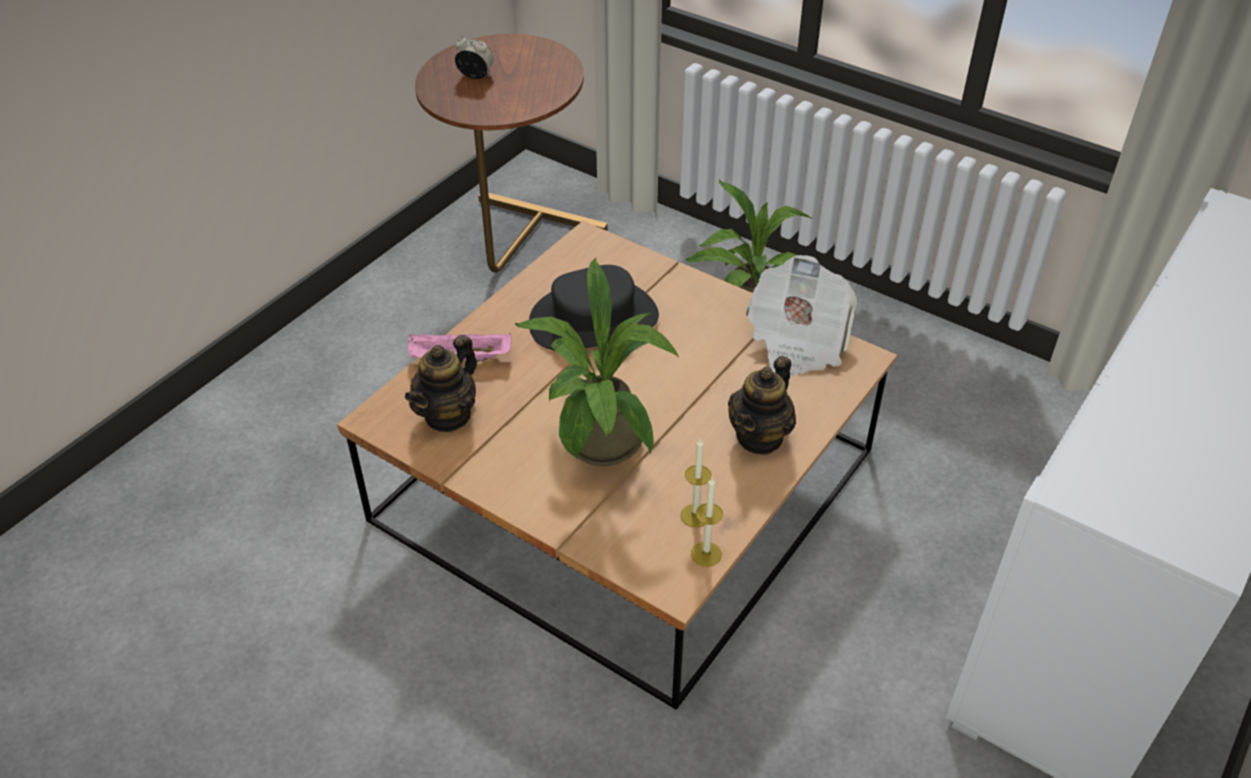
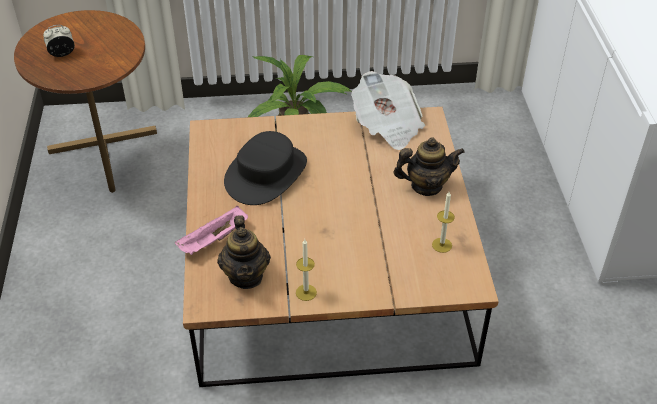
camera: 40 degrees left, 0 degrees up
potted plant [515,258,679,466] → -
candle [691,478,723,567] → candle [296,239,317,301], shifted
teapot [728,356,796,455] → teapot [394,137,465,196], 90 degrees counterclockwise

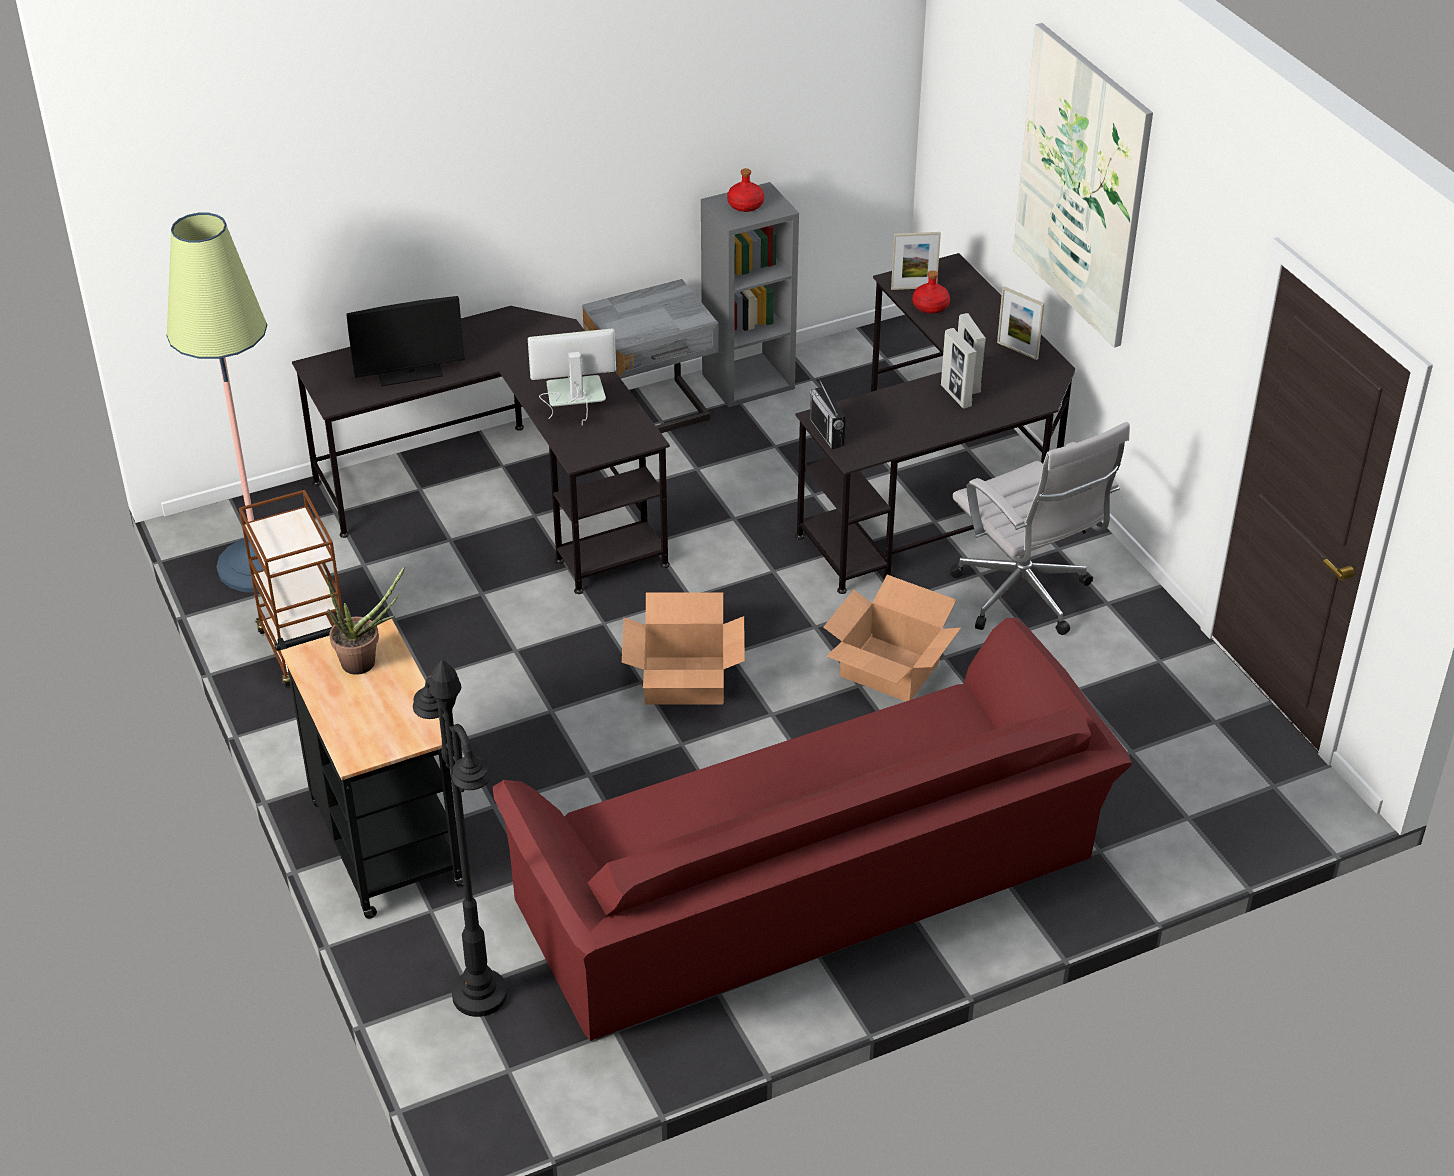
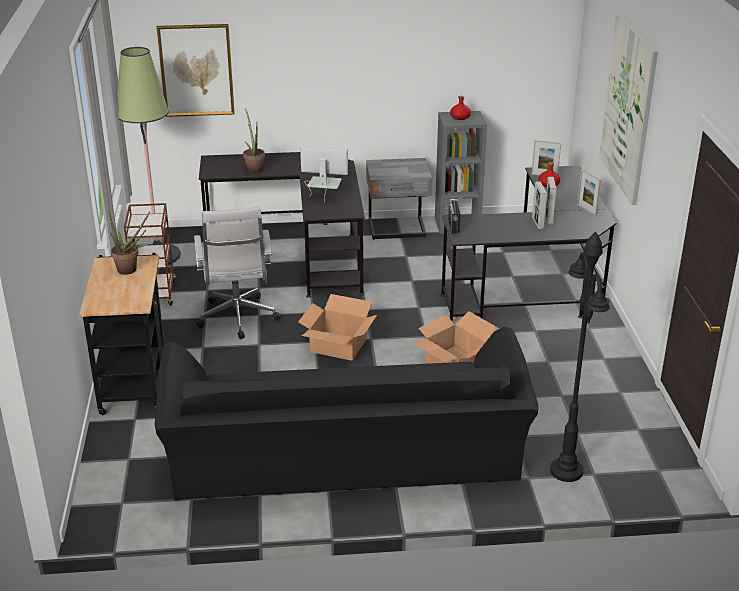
camera: 20 degrees right, 10 degrees down
monitor [346,296,465,387] → potted plant [243,108,265,173]
black floor lamp [413,660,507,1017] → black floor lamp [550,231,610,482], shifted
red sofa [493,618,1132,1041] → black sofa [155,327,538,500]
white office chair [950,422,1130,635] → white office chair [194,207,280,339], shifted
- → picture [157,24,235,117]

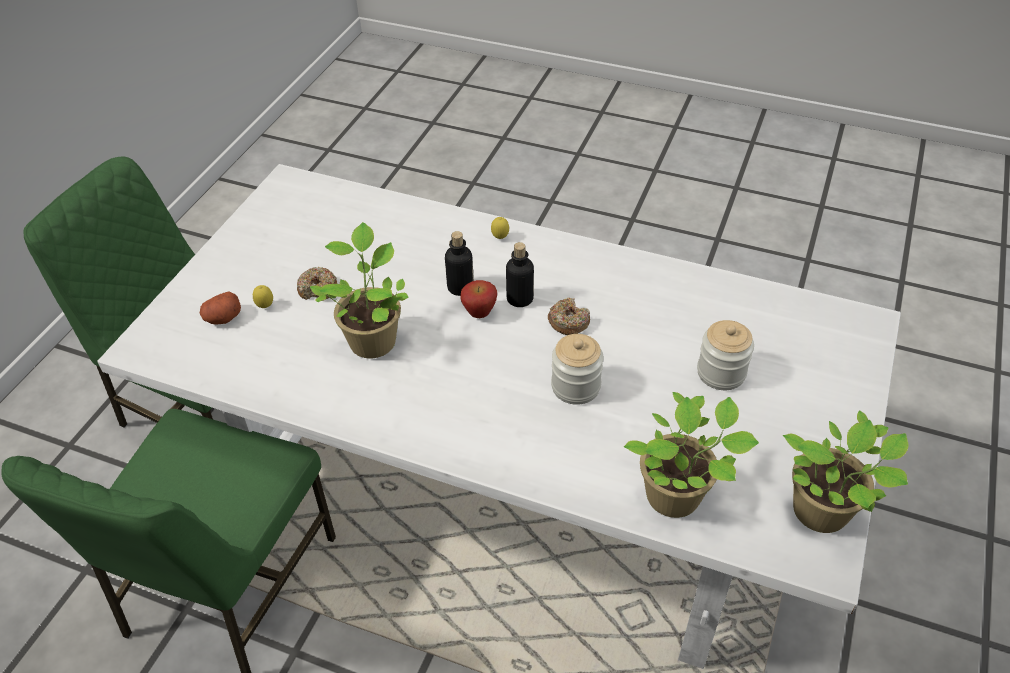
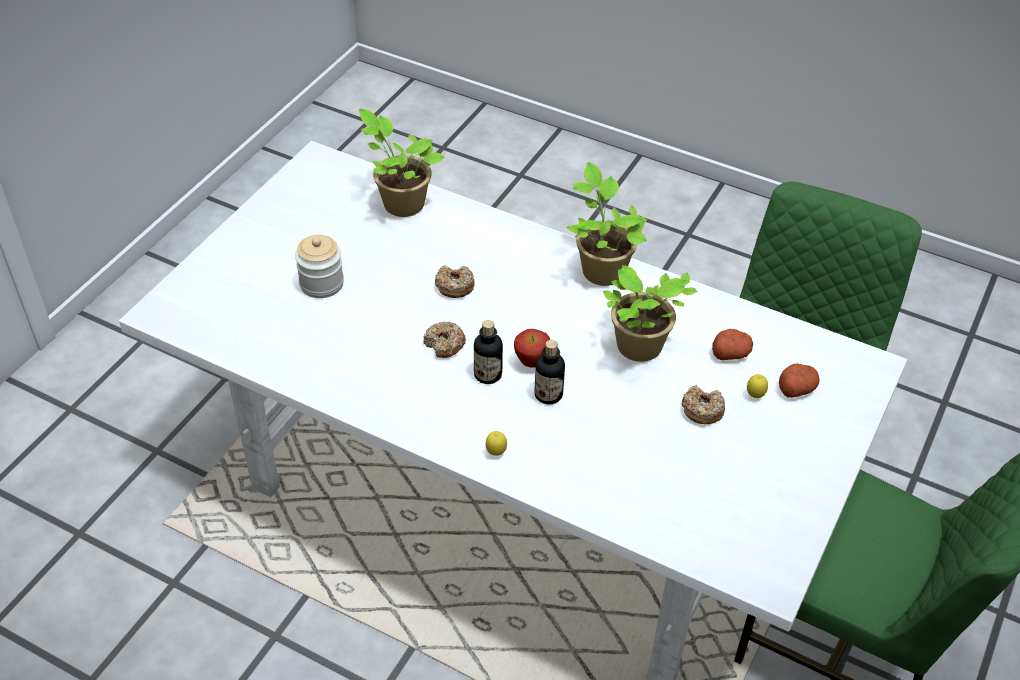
camera: 175 degrees left, 0 degrees up
jar [551,334,604,405] → donut [435,265,475,298]
potted plant [783,410,908,533] → potted plant [566,162,647,286], shifted
- → potato [712,329,753,360]

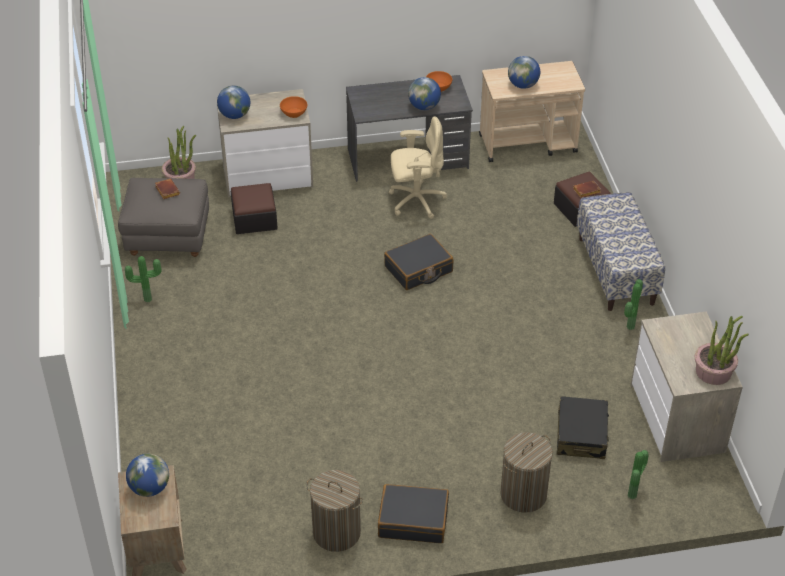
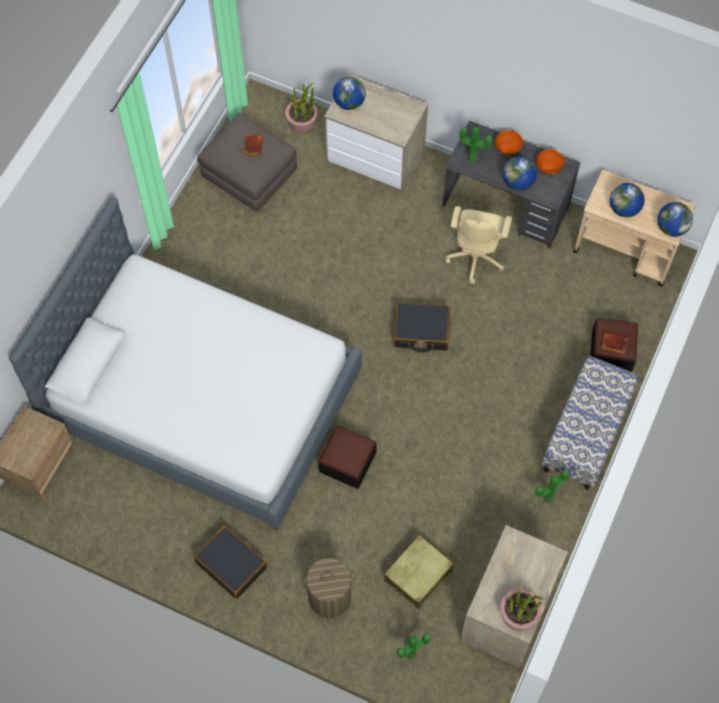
camera: 35 degrees right, 20 degrees up
potted plant [125,256,162,302] → potted plant [459,127,492,163], shifted
globe [126,454,169,497] → globe [658,202,693,237], shifted
ottoman [231,183,278,234] → ottoman [318,426,377,489], shifted
orange bowl [280,96,307,118] → orange bowl [495,130,523,155], shifted
laundry basket [306,470,363,552] → -
beige office chair [389,116,447,219] → beige office chair [446,206,512,284], 75 degrees clockwise
black suitcase [557,396,609,459] → beige suitcase [384,535,454,609]
- → bed [9,197,362,530]

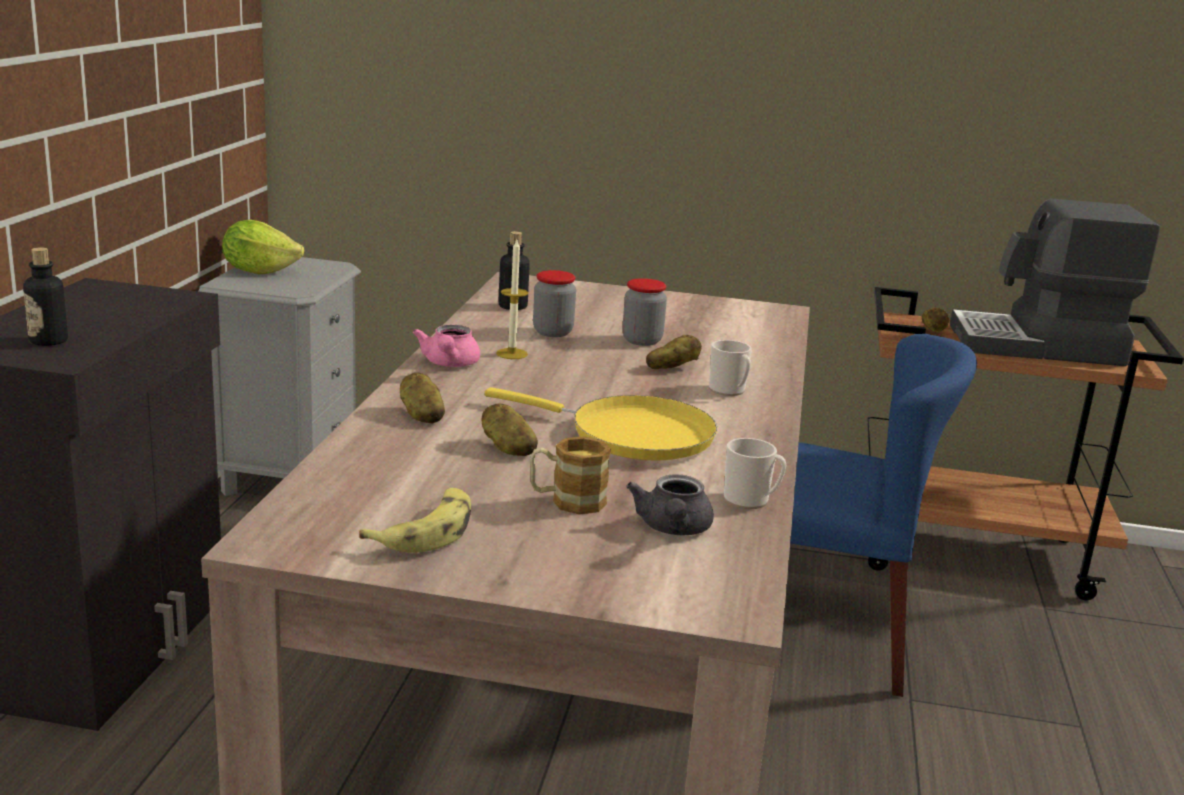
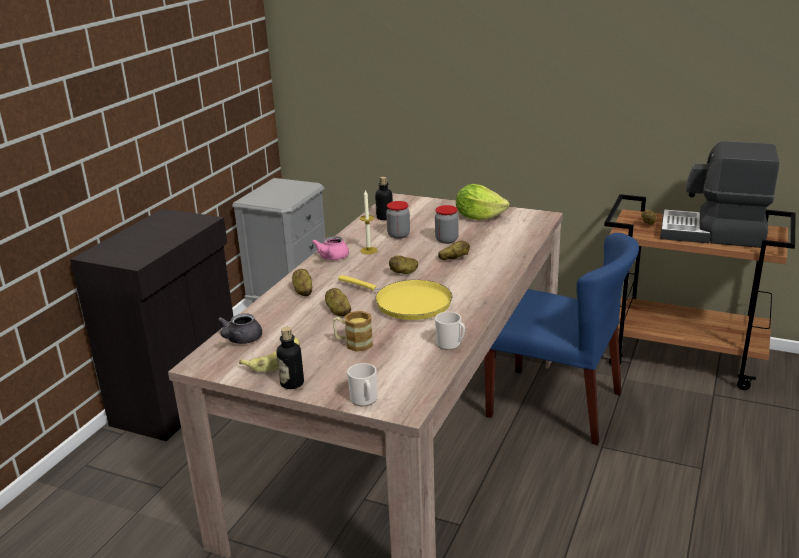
camera: 15 degrees right, 5 degrees up
bottle [23,247,68,346] → bottle [276,327,304,389], shifted
lettuce [222,220,304,275] → lettuce [456,184,509,220], shifted
grey teapot [626,474,714,535] → grey teapot [218,313,262,344], shifted
mug [709,340,752,396] → mug [347,363,377,406], shifted
- → potato [389,255,418,274]

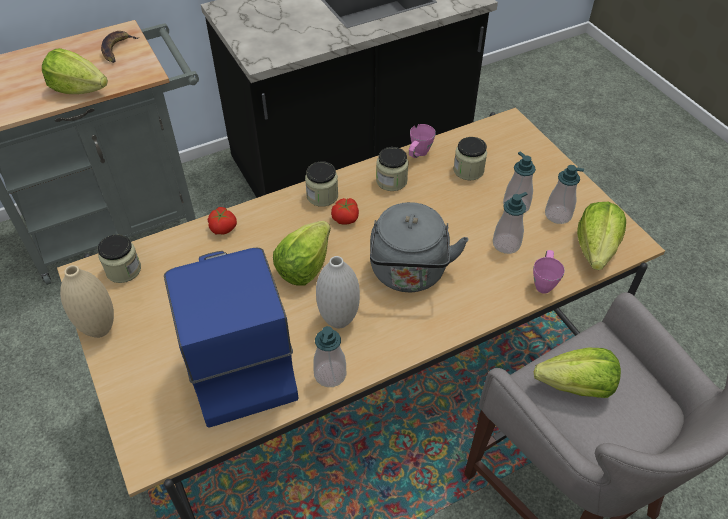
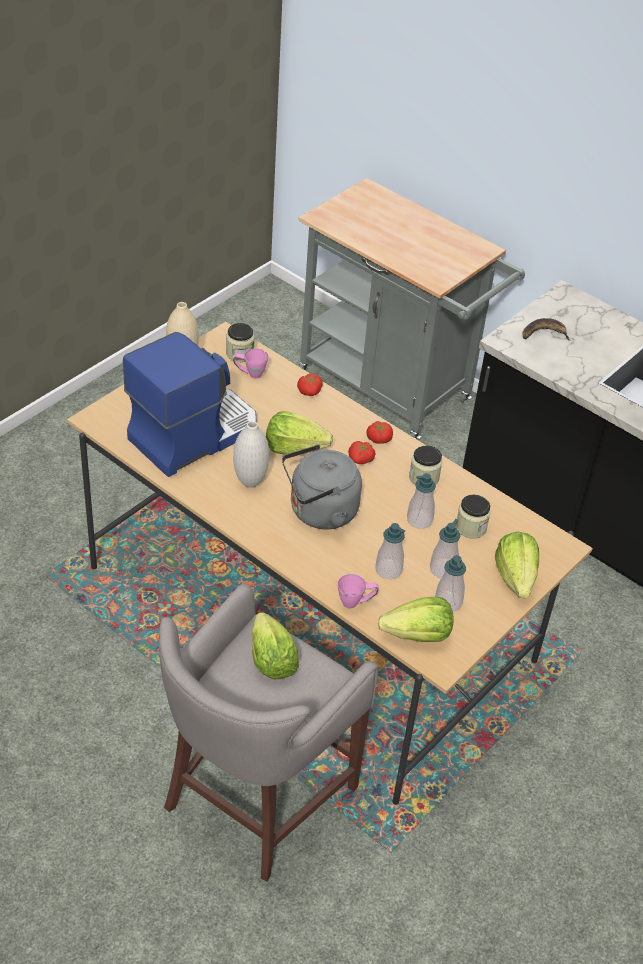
camera: 65 degrees right, 5 degrees down
lettuce [42,48,108,94] → lettuce [495,532,539,598], shifted
banana [101,31,138,63] → banana [522,318,571,341], shifted
jar [305,161,338,207] → tomato [366,421,393,444]
soap dispenser [313,326,346,387] → soap dispenser [407,473,436,529], shifted
pink mug [409,124,436,158] → pink mug [233,348,268,378], shifted

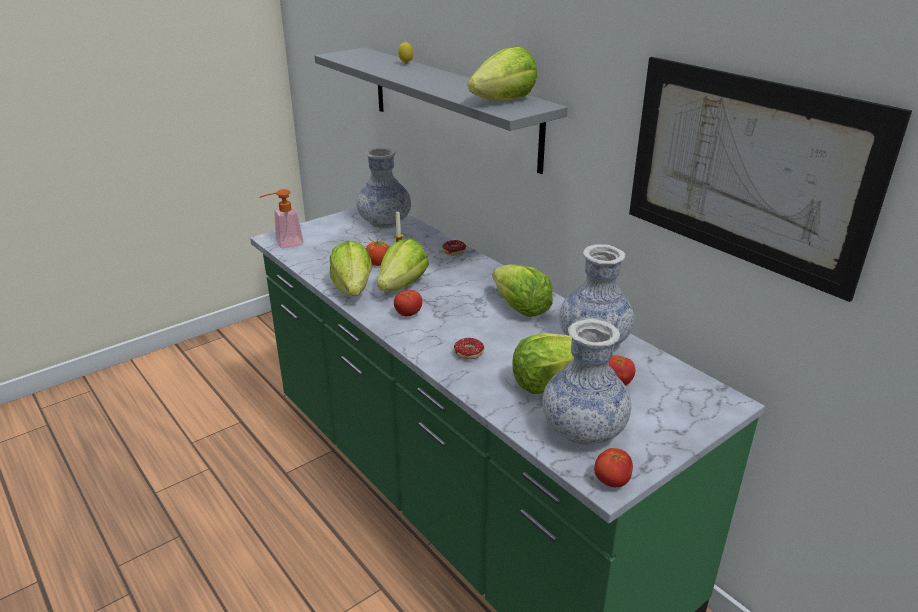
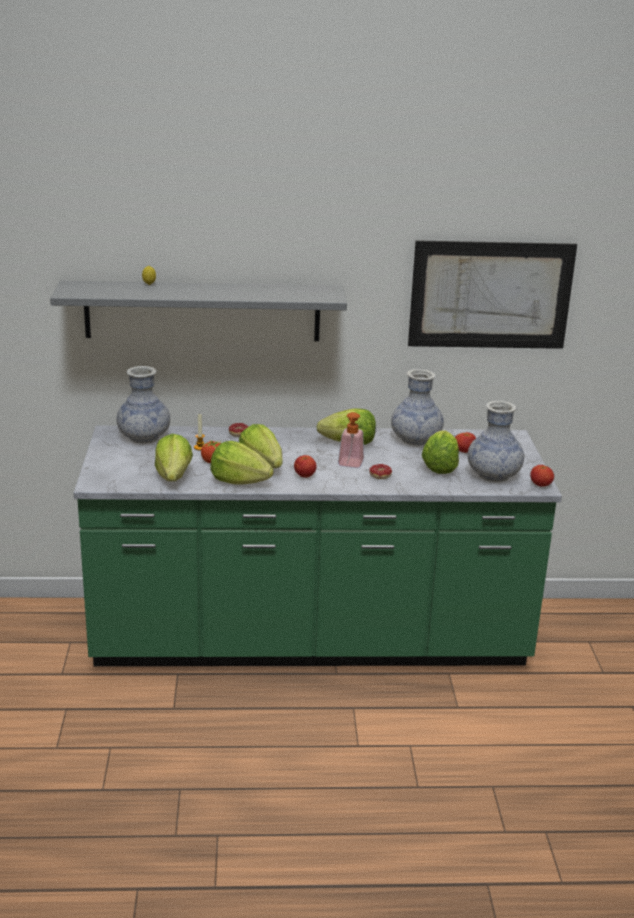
camera: 55 degrees left, 5 degrees down
soap dispenser [260,189,304,248] → soap dispenser [338,412,364,468], shifted
lettuce [468,46,537,100] → lettuce [155,434,193,481], shifted

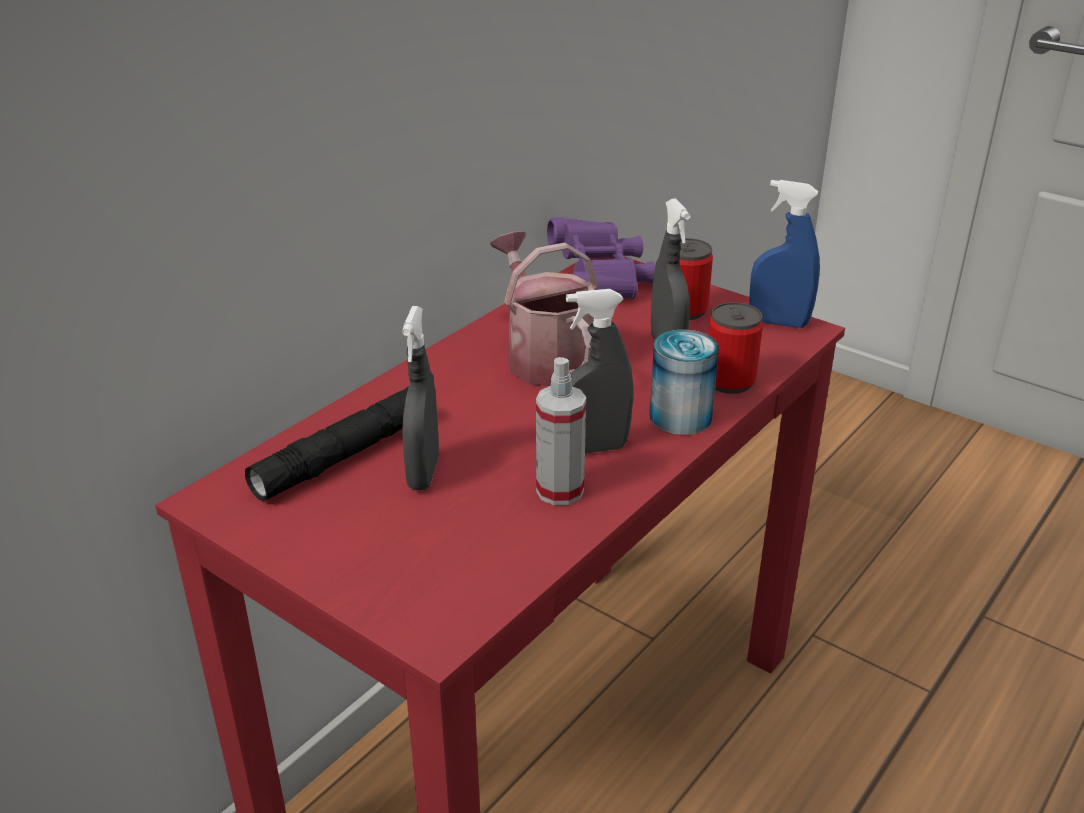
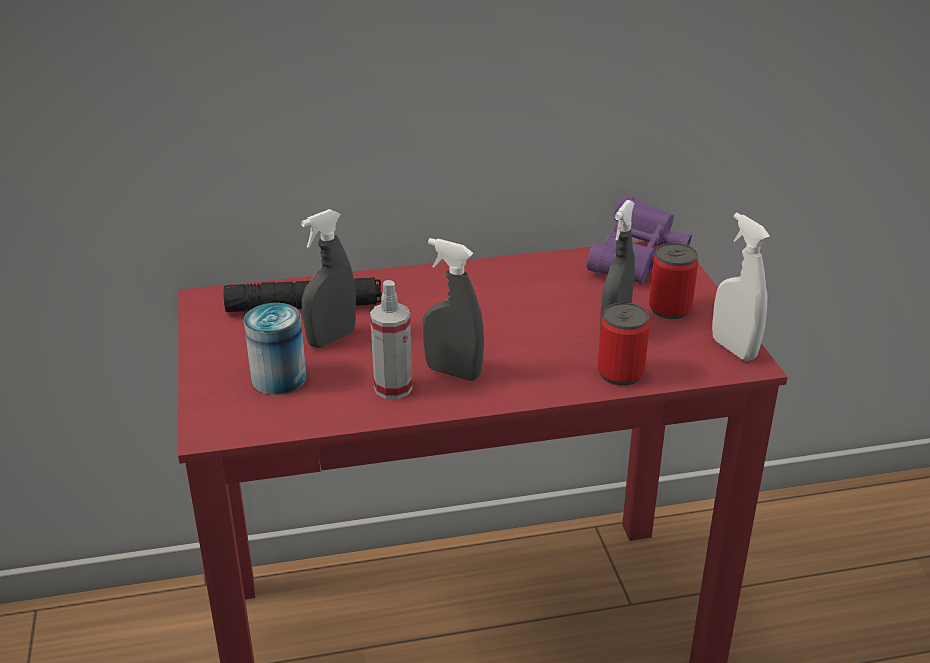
camera: 40 degrees right, 0 degrees up
watering can [490,231,598,386] → -
can [650,330,719,435] → can [244,303,306,395], shifted
blue spray bottle [749,180,820,328] → white spray bottle [712,213,770,361]

